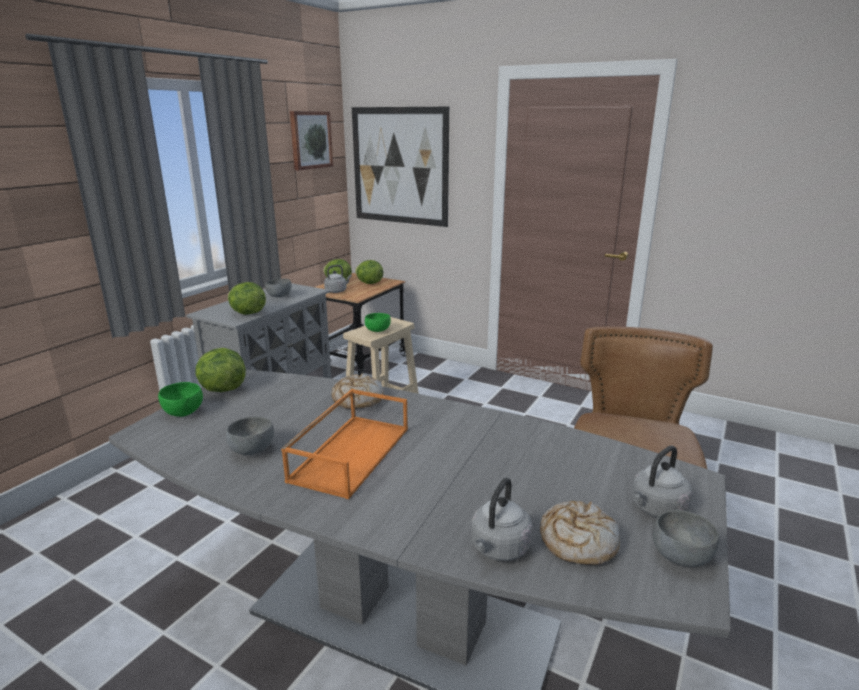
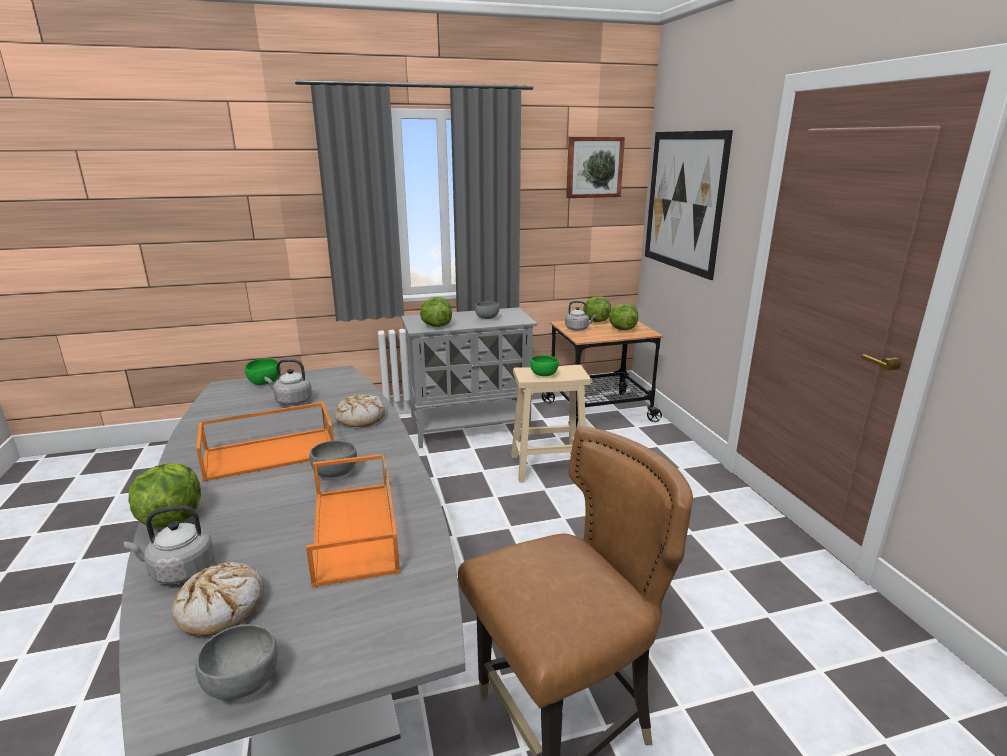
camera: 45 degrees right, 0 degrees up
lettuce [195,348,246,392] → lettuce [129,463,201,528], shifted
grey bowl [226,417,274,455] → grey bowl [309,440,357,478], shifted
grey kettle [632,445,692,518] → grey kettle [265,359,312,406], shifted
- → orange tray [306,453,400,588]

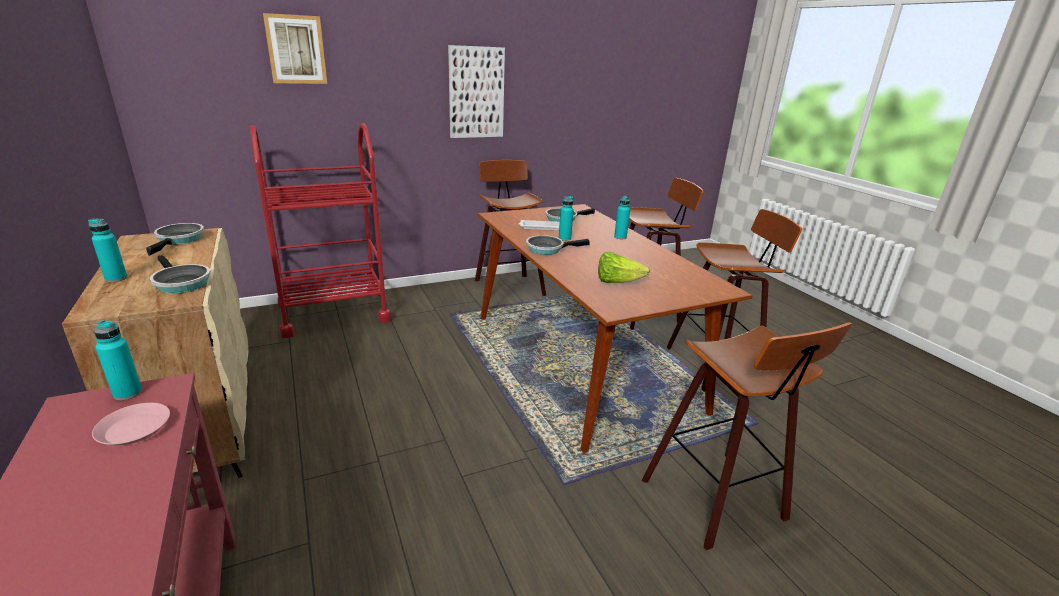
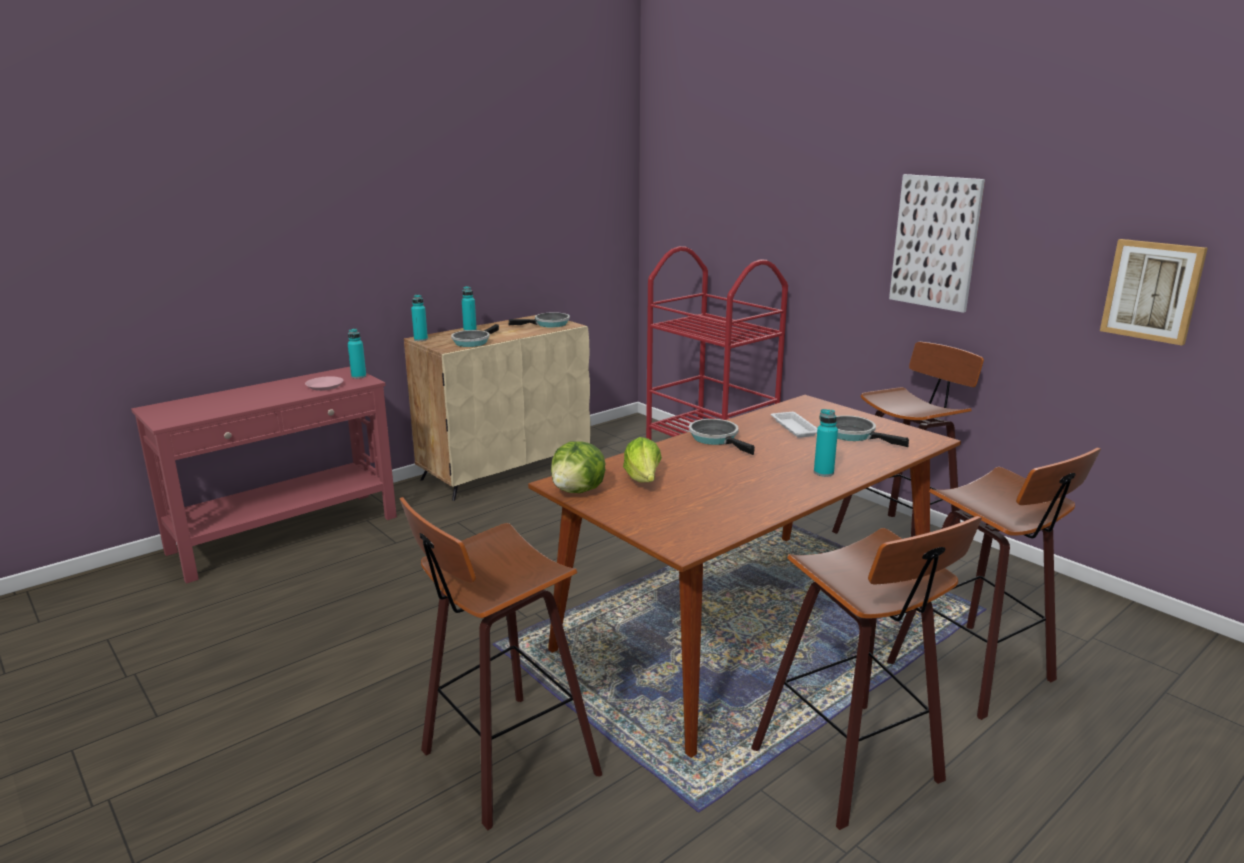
camera: 75 degrees right, 5 degrees down
picture [263,13,327,84] → picture [1100,239,1208,345], shifted
turquoise bottle [559,196,574,241] → turquoise bottle [411,294,428,341], shifted
- → lettuce [551,441,606,493]

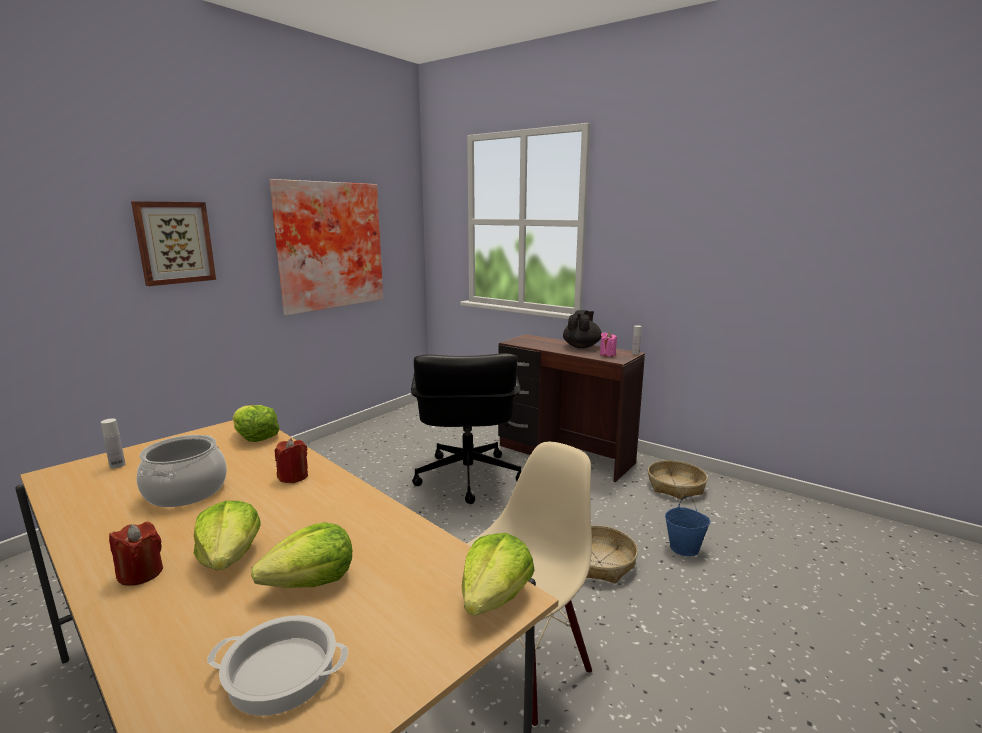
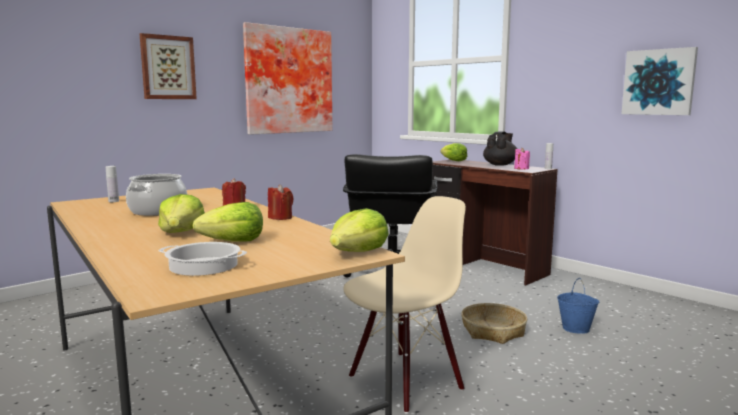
camera: 10 degrees right, 5 degrees down
red candle [109,522,163,586] → red candle [268,184,293,220], shifted
lettuce [233,405,280,442] → lettuce [440,143,467,161], shifted
basket [648,460,708,500] → -
- → picture [621,47,698,115]

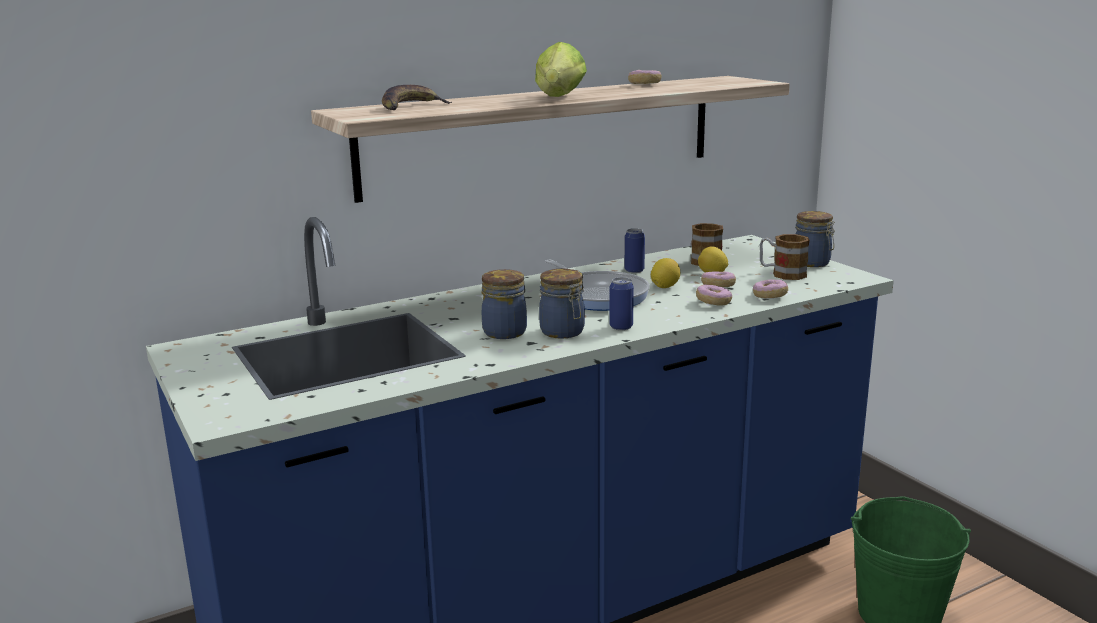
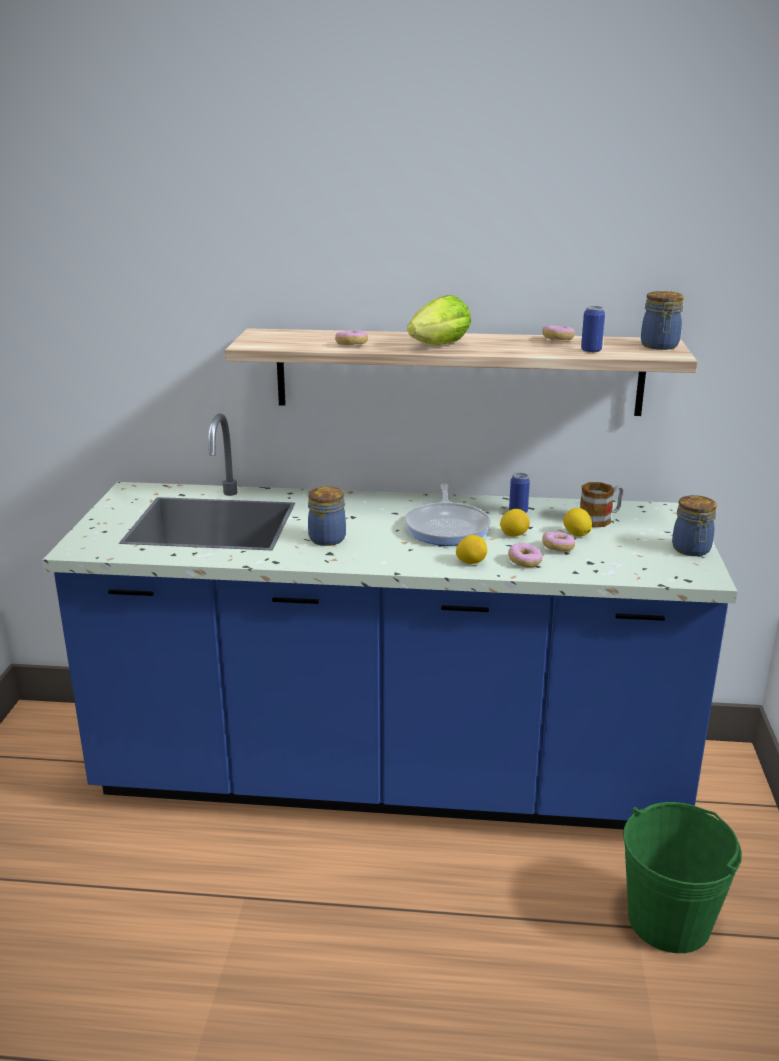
camera: 35 degrees right, 5 degrees up
banana [382,85,452,110] → -
jar [539,269,585,339] → jar [641,291,684,350], shifted
can [609,277,634,330] → can [581,306,605,353], shifted
donut [753,279,788,298] → donut [335,330,368,345], shifted
mug [760,234,810,280] → -
- → lemon [456,535,487,564]

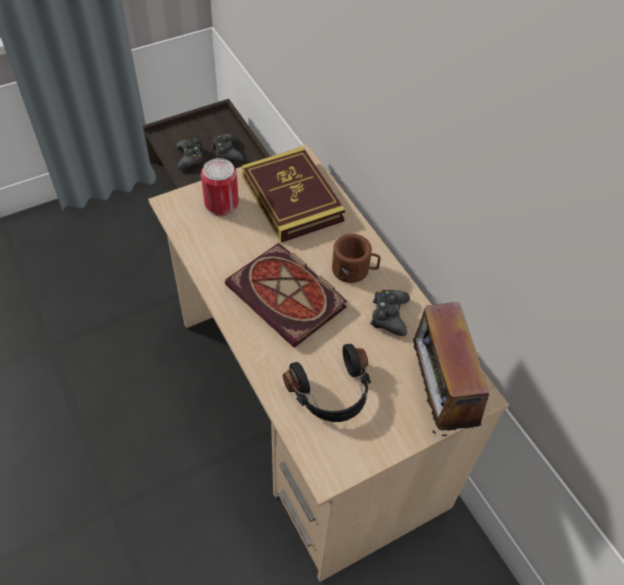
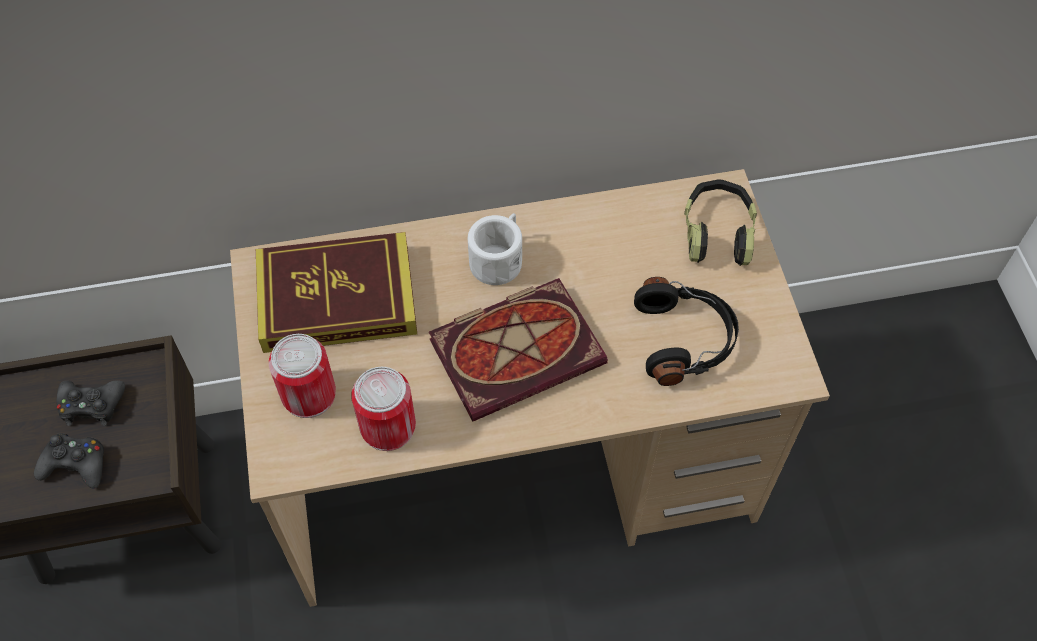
camera: 70 degrees left, 5 degrees up
brown mug [332,234,381,283] → white mug [468,213,522,285]
black game controller [370,289,410,336] → -
radio [413,302,494,437] → headphones [684,179,757,266]
- → can [351,367,416,451]

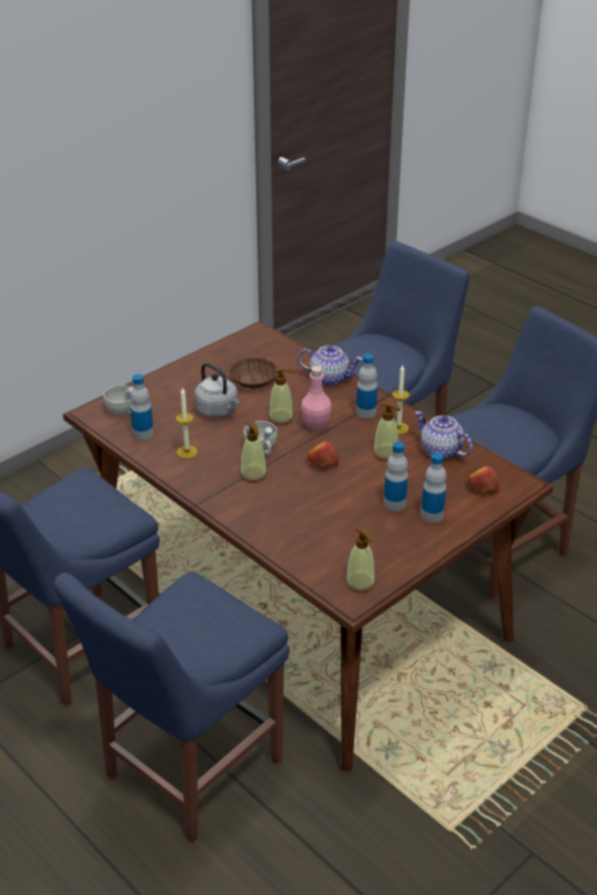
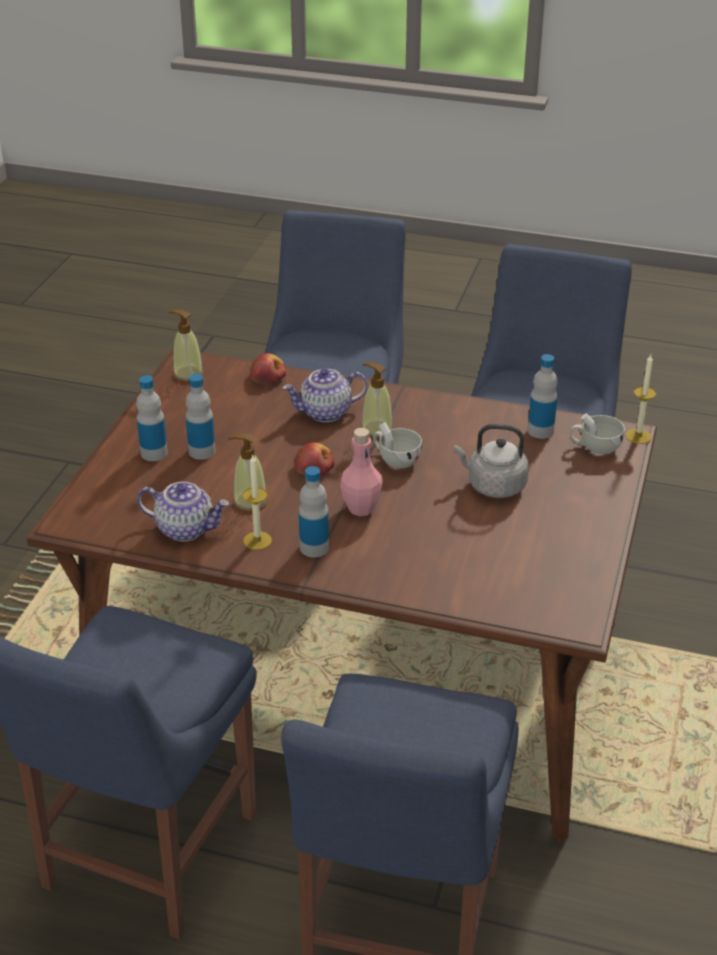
camera: 150 degrees right, 0 degrees up
candle [176,387,198,458] → candle [625,355,656,444], shifted
brown bowl [229,358,278,389] → -
soap dispenser [269,367,294,425] → -
teapot [298,345,362,386] → teapot [283,368,368,422], shifted
apple [468,466,499,493] → apple [250,353,286,385], shifted

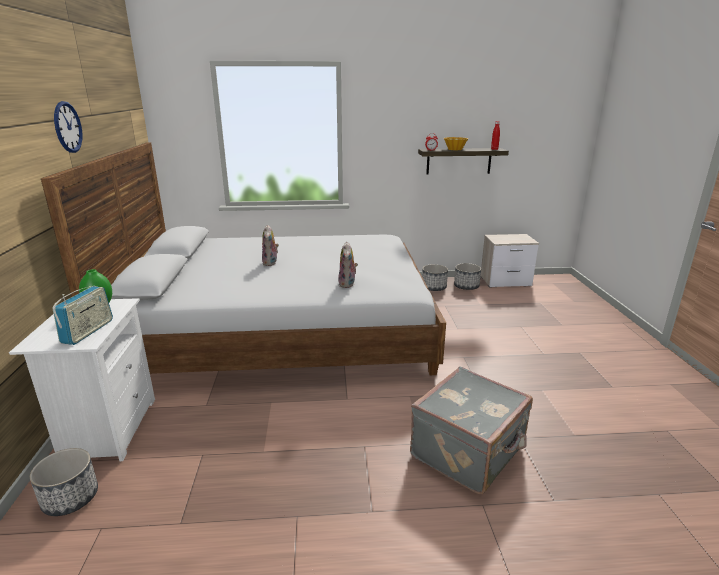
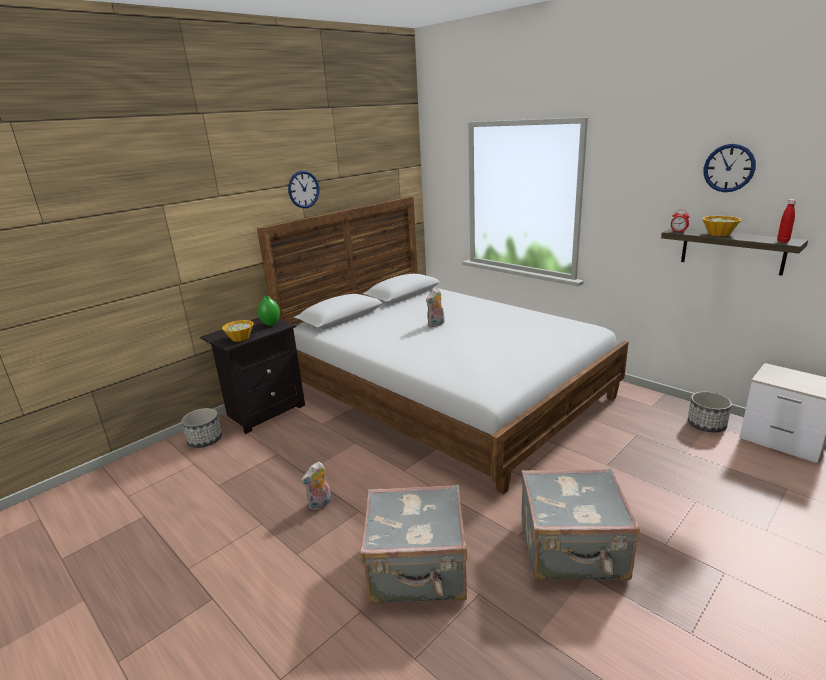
camera: 50 degrees right, 0 degrees up
white nightstand [9,298,155,461] → black nightstand [200,318,305,434]
radio [52,286,113,345] → bowl [222,320,254,342]
plush toy [338,242,358,288] → plush toy [301,462,332,510], shifted
planter [422,264,448,291] → -
- → grey suitcase [521,468,640,580]
- → wall clock [704,144,756,192]

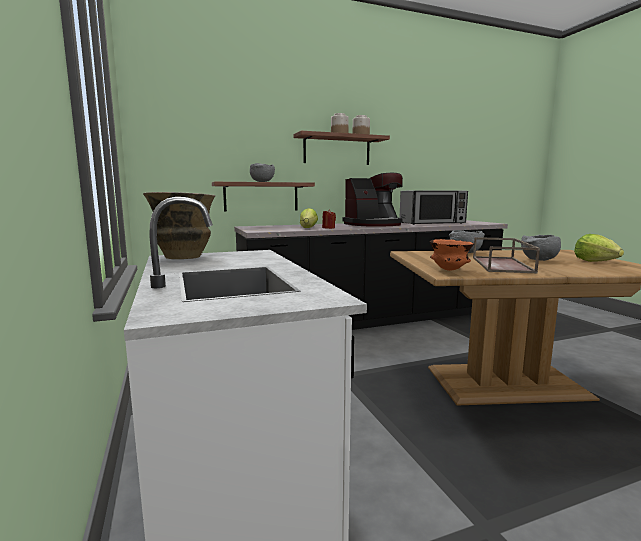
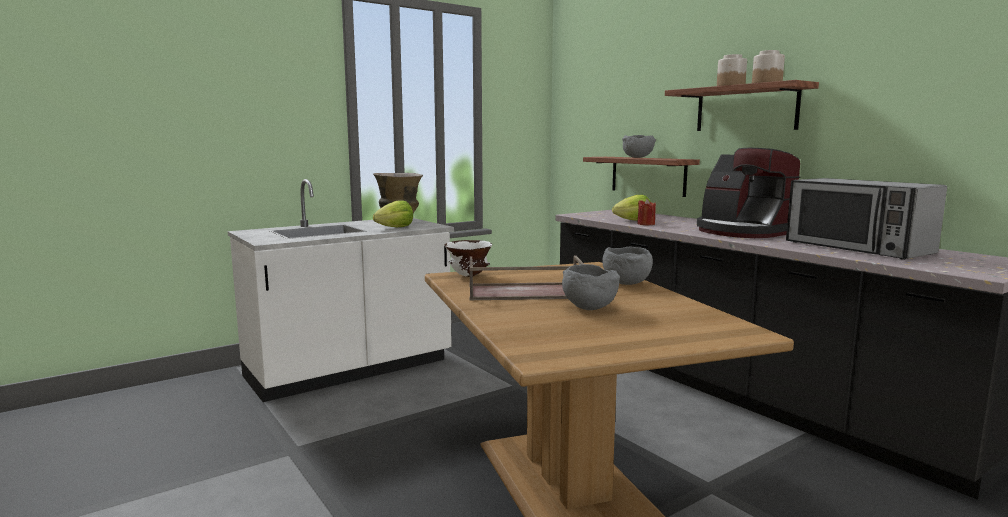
camera: 75 degrees right, 0 degrees up
orange bowl [429,239,474,271] → white bowl [444,240,492,277]
lettuce [574,234,624,262] → lettuce [373,200,413,227], shifted

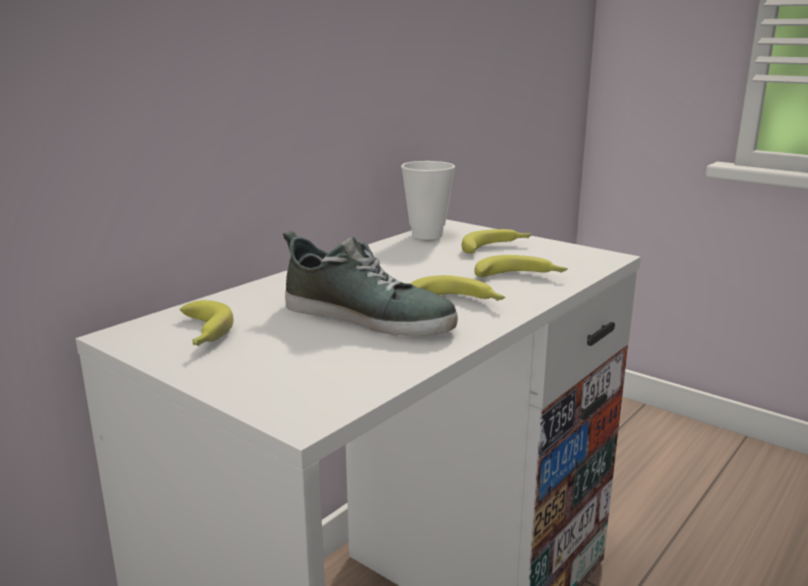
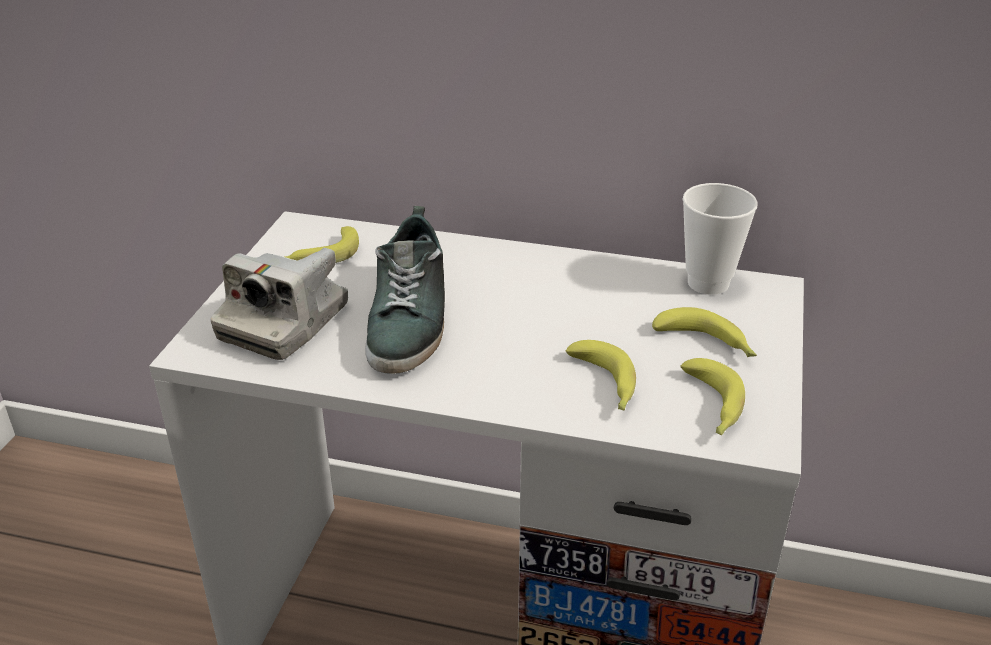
camera: 65 degrees right, 15 degrees up
banana [410,275,505,301] → banana [680,358,745,435], shifted
- → photo camera [211,248,348,360]

